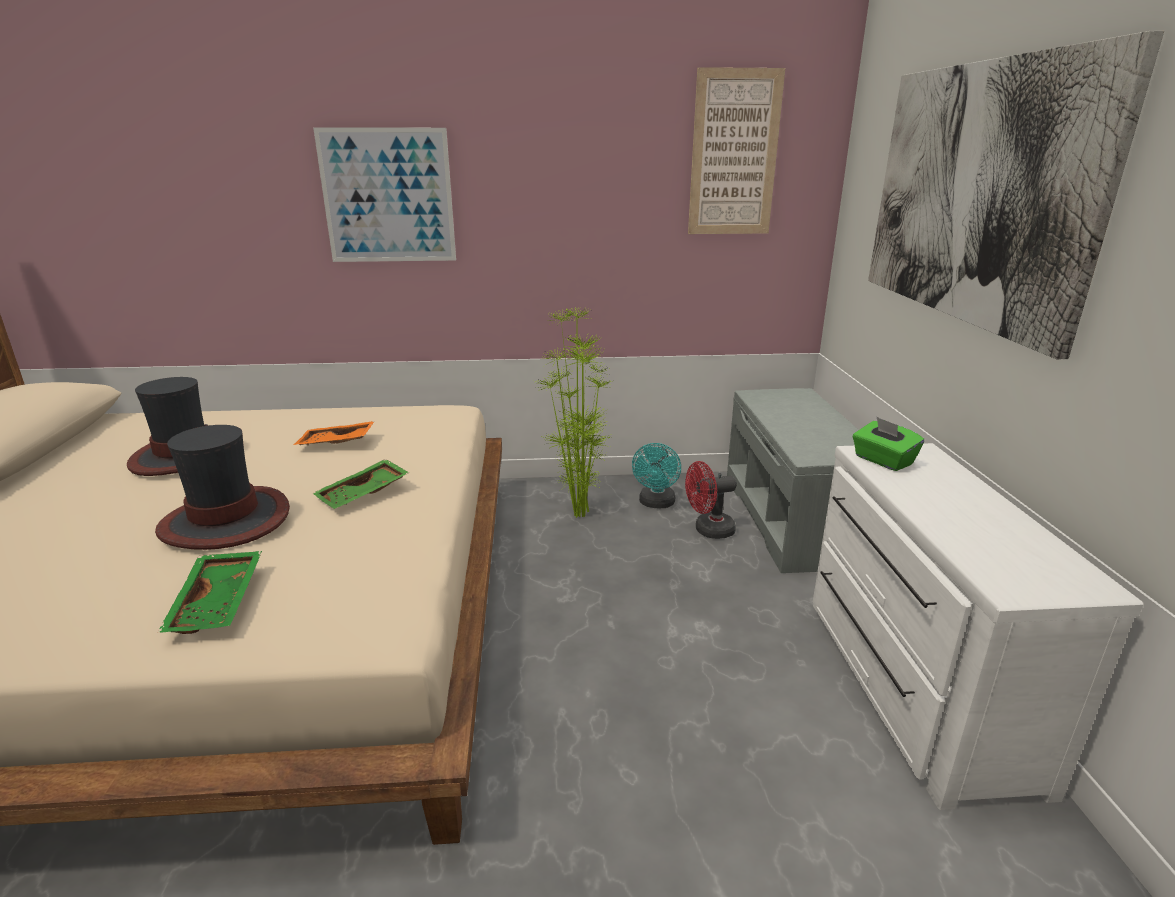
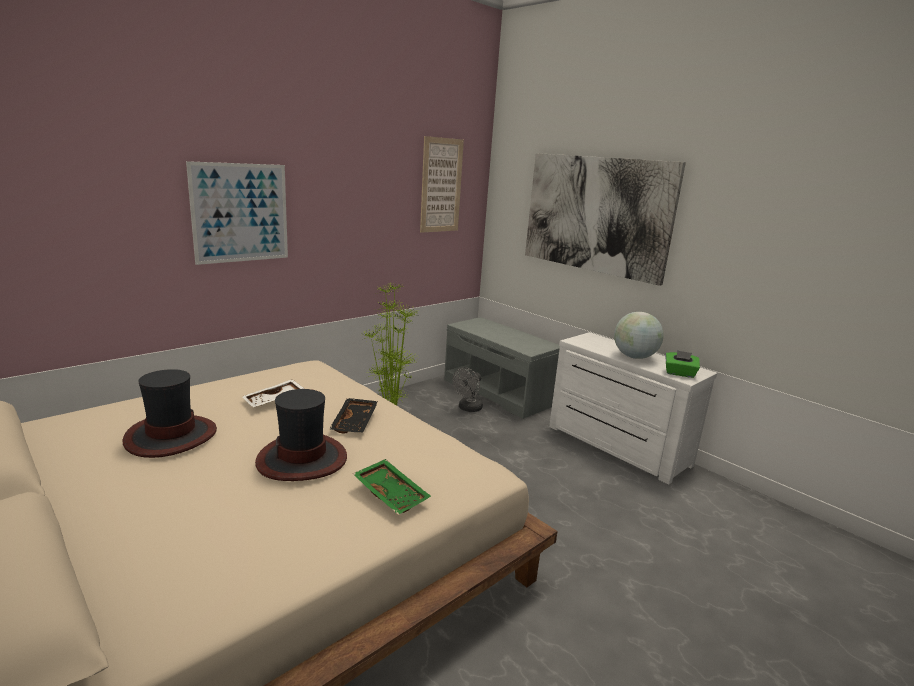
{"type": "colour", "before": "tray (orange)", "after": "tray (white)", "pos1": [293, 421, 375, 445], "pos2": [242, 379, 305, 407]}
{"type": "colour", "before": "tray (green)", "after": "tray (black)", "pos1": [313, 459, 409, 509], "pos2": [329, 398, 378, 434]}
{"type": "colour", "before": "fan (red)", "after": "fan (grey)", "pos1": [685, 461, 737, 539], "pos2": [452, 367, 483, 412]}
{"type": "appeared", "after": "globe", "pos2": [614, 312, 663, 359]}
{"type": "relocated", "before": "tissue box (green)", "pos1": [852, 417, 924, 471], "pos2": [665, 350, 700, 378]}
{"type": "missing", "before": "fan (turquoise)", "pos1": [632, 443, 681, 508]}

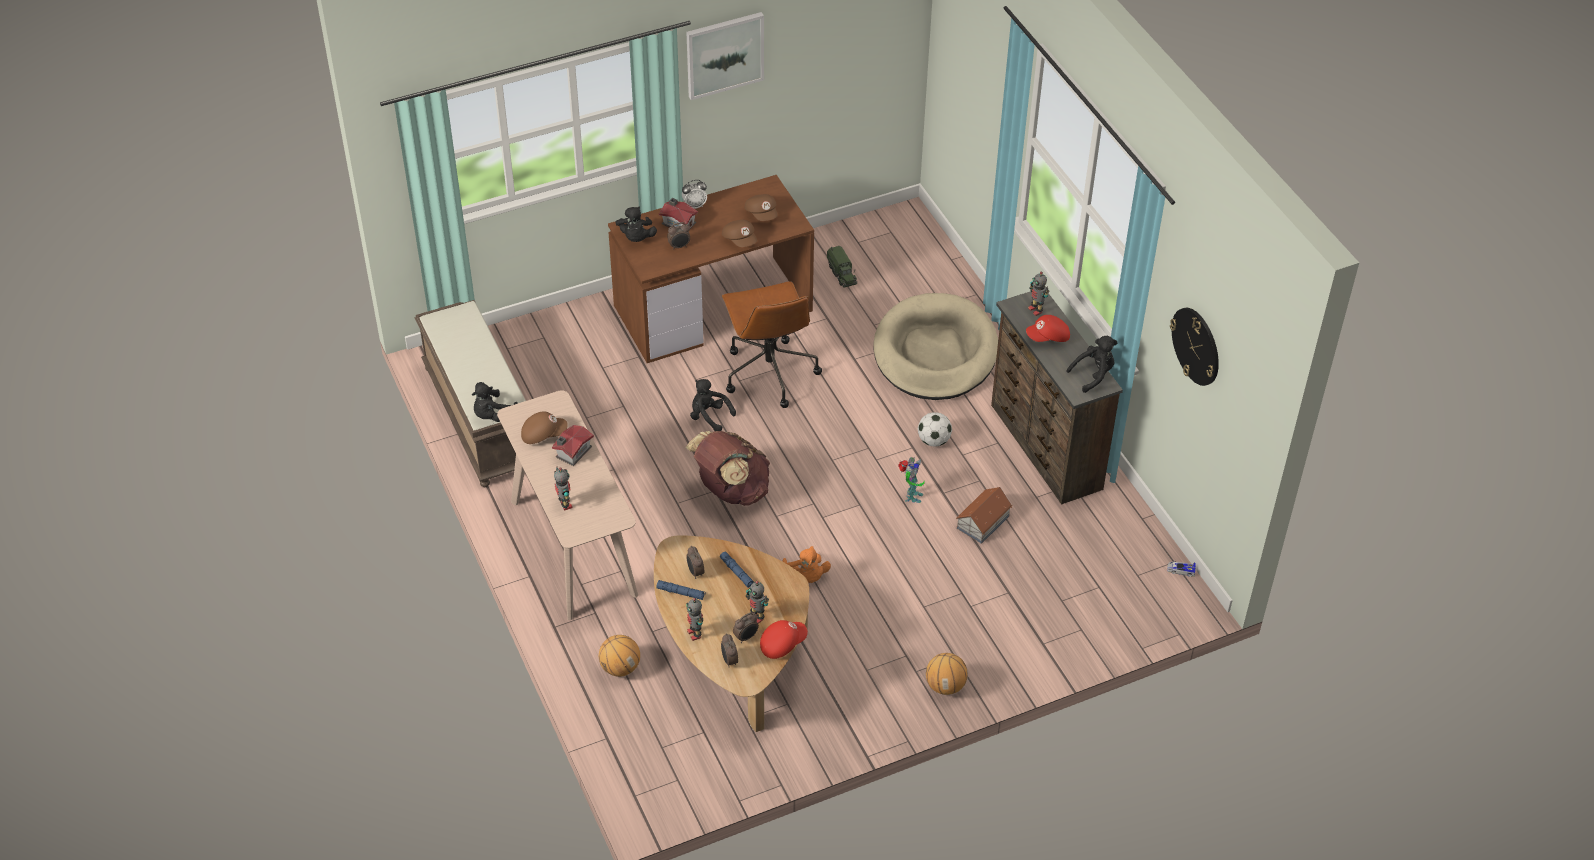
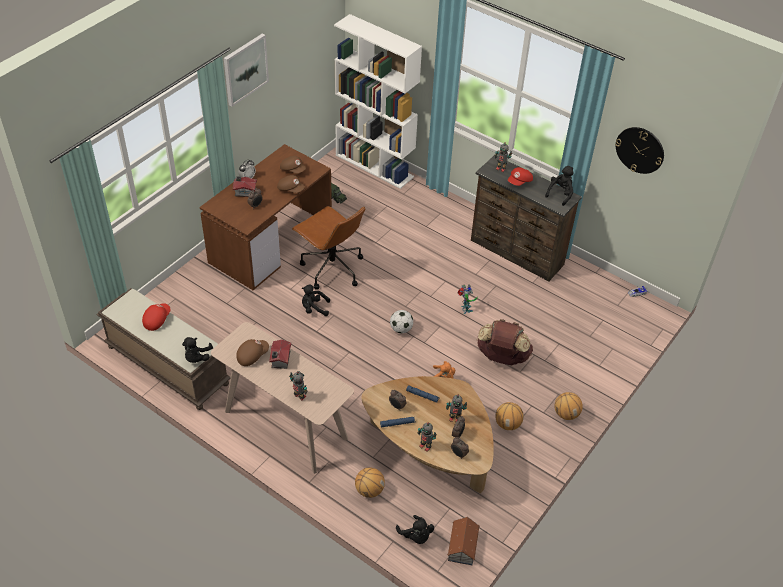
{"type": "relocated", "before": "cap (red)", "pos1": [760, 620, 808, 659], "pos2": [142, 303, 171, 331]}
{"type": "appeared", "after": "bookcase (white)", "pos2": [334, 14, 422, 189]}
{"type": "relocated", "before": "football", "pos1": [917, 412, 952, 446], "pos2": [390, 310, 413, 333]}
{"type": "relocated", "before": "plush toy (black)", "pos1": [615, 207, 657, 242], "pos2": [396, 515, 434, 544]}
{"type": "relocated", "before": "toy house", "pos1": [956, 487, 1012, 544], "pos2": [447, 517, 480, 565]}
{"type": "relocated", "before": "backpack (brown)", "pos1": [686, 431, 770, 506], "pos2": [477, 319, 533, 365]}
{"type": "appeared", "after": "basketball", "pos2": [495, 402, 524, 430]}
{"type": "missing", "before": "dog bed (beige)", "pos1": [874, 293, 998, 400]}

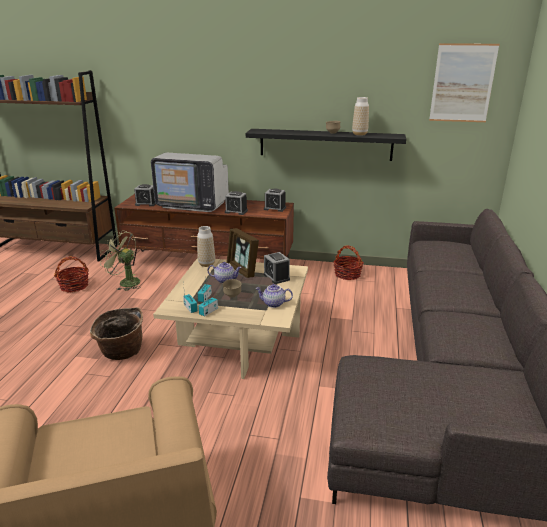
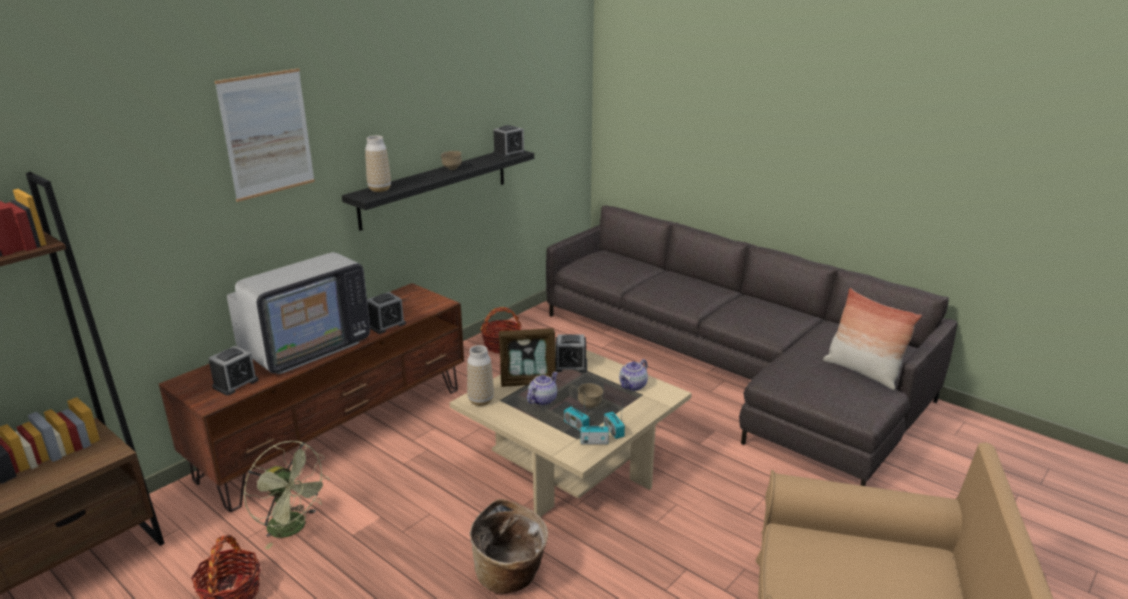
{"type": "relocated", "before": "picture", "pos1": [429, 43, 500, 122], "pos2": [215, 68, 315, 202]}
{"type": "spun", "before": "fan (green)", "pos1": [100, 230, 141, 291], "pos2": [244, 441, 330, 549], "turn": -105}
{"type": "relocated", "before": "vase", "pos1": [352, 97, 369, 136], "pos2": [365, 135, 391, 192]}
{"type": "relocated", "before": "alarm clock", "pos1": [264, 189, 286, 212], "pos2": [493, 125, 525, 158]}
{"type": "appeared", "after": "pillow", "pos2": [823, 288, 922, 390]}

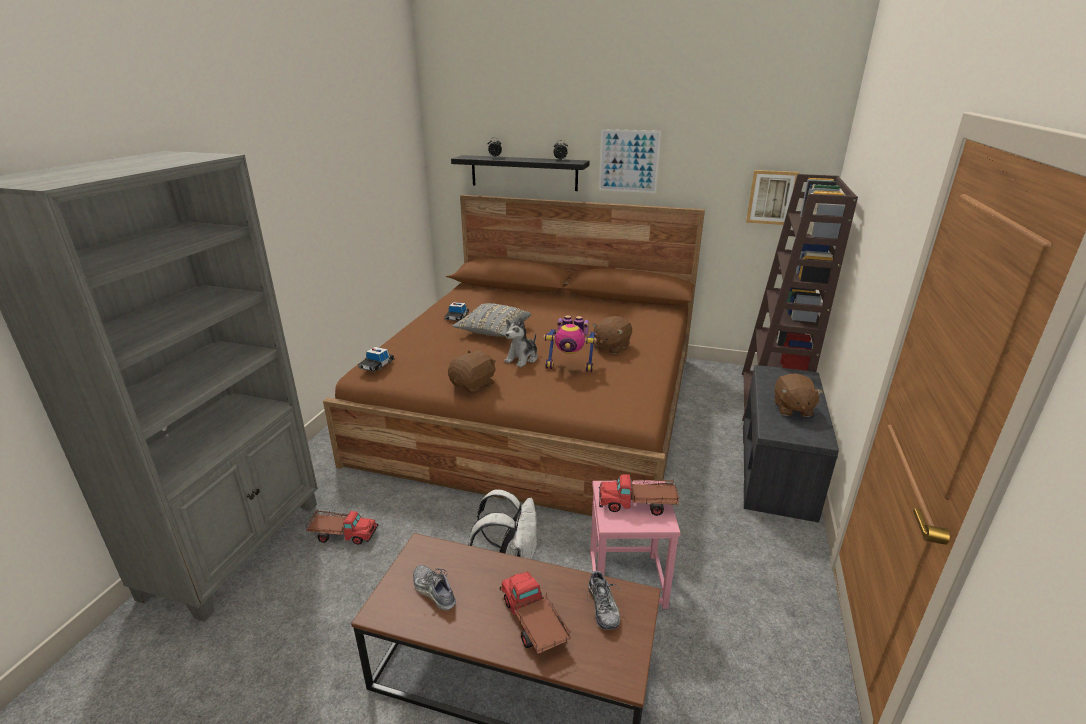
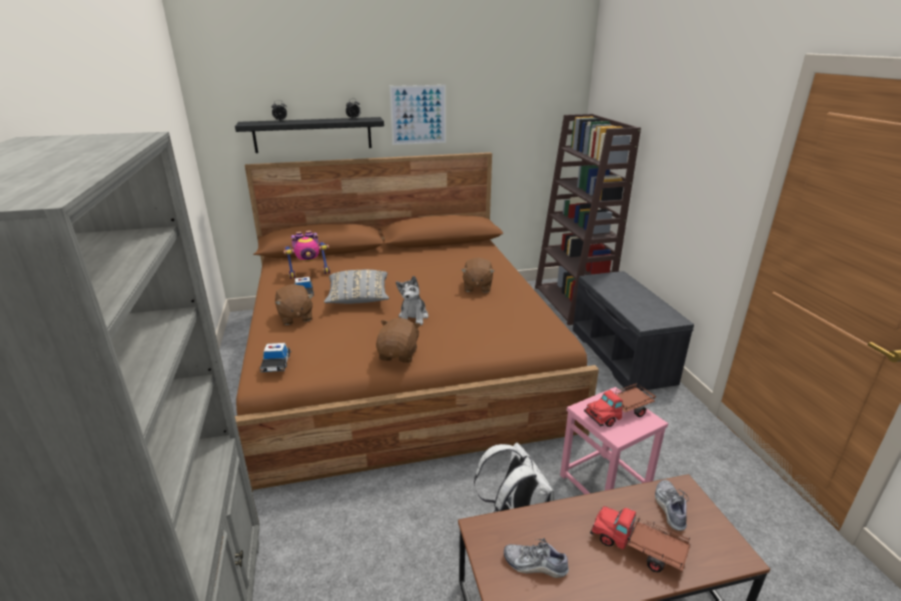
{"type": "relocated", "before": "plush toy (brown)", "pos1": [775, 373, 823, 417], "pos2": [275, 284, 314, 325]}
{"type": "relocated", "before": "toy robot", "pos1": [543, 315, 597, 372], "pos2": [284, 230, 330, 279]}
{"type": "spun", "before": "shoe", "pos1": [587, 571, 621, 630], "pos2": [655, 480, 689, 531], "turn": -135}
{"type": "missing", "before": "toy truck", "pos1": [306, 509, 378, 545]}
{"type": "missing", "before": "picture", "pos1": [746, 170, 800, 225]}

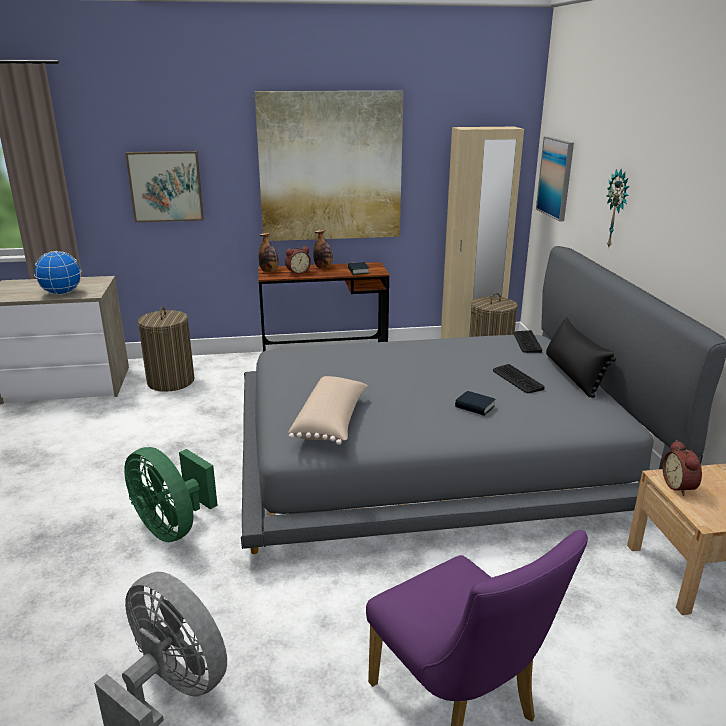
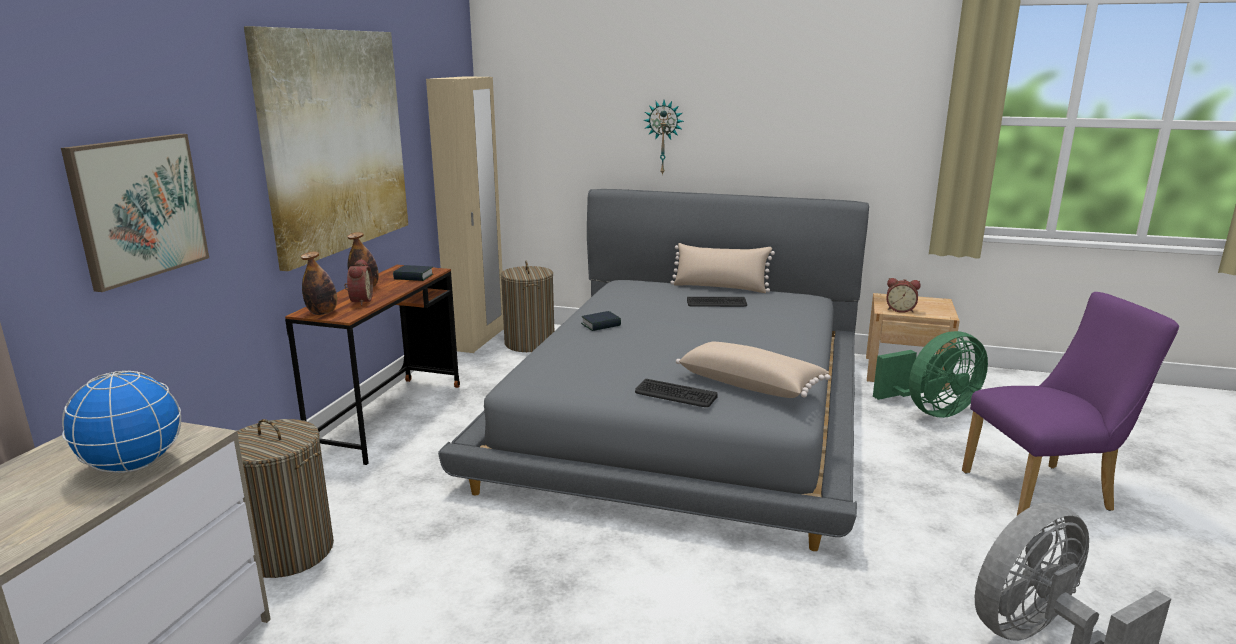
{"type": "relocated", "before": "book", "pos1": [455, 391, 495, 416], "pos2": [581, 311, 621, 331]}
{"type": "relocated", "before": "keyboard", "pos1": [513, 330, 542, 353], "pos2": [635, 379, 718, 407]}
{"type": "colour", "before": "pillow (black)", "after": "pillow (beige)", "pos1": [546, 318, 616, 398], "pos2": [670, 243, 775, 293]}
{"type": "relocated", "before": "fan (green)", "pos1": [124, 447, 218, 542], "pos2": [873, 331, 988, 418]}
{"type": "missing", "before": "picture", "pos1": [536, 136, 574, 221]}

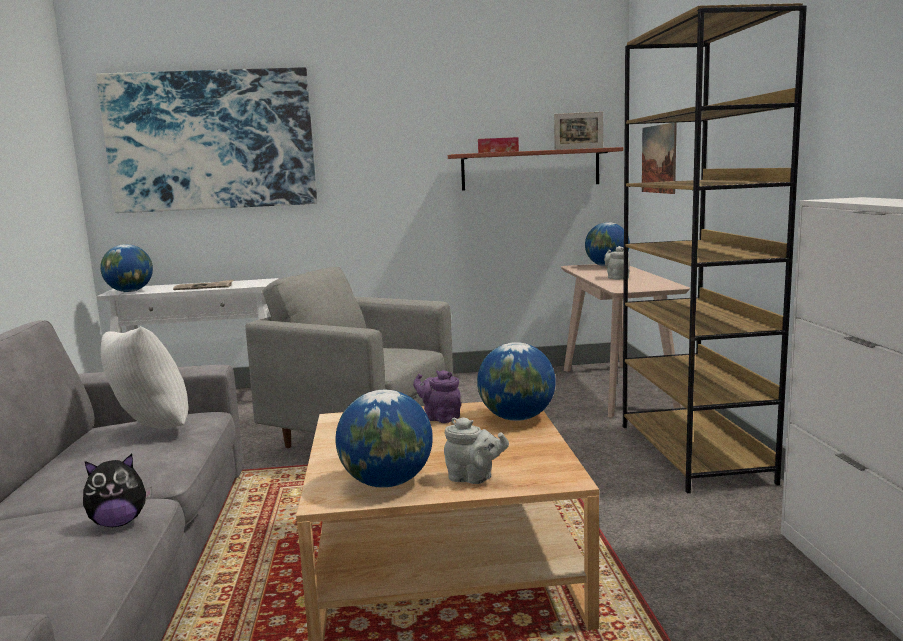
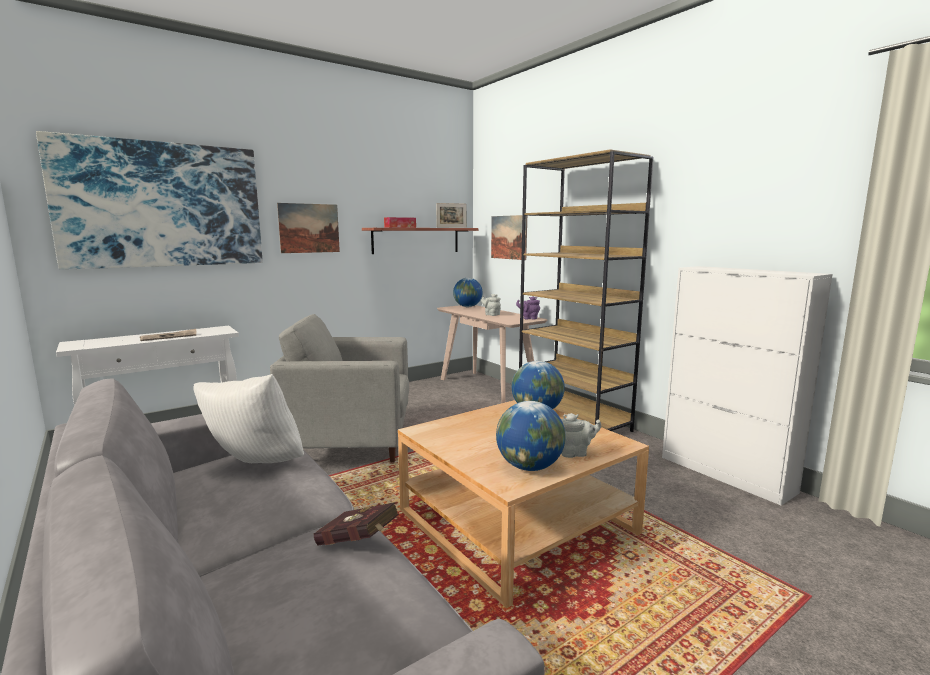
{"type": "appeared", "after": "picture", "pos2": [277, 203, 340, 253]}
{"type": "exchanged", "before": "plush toy", "after": "book (red)", "pos1": [83, 454, 152, 527], "pos2": [314, 502, 399, 546]}
{"type": "relocated", "before": "teapot (purple)", "pos1": [413, 370, 461, 423], "pos2": [516, 297, 540, 319]}
{"type": "missing", "before": "globe", "pos1": [100, 244, 153, 292]}

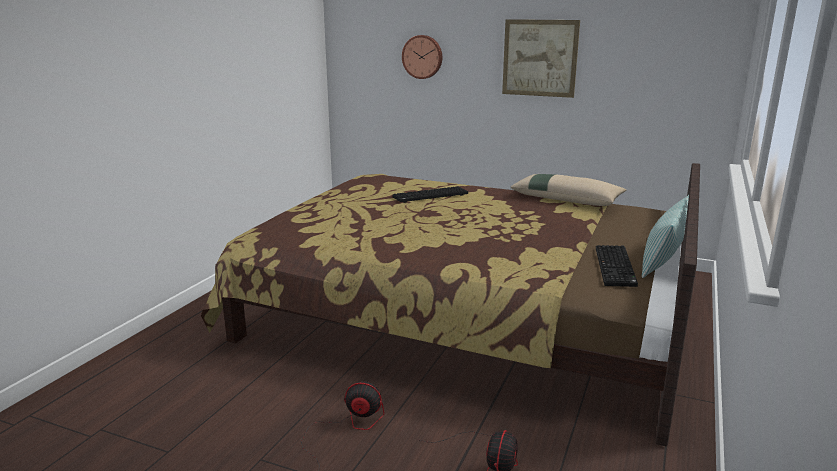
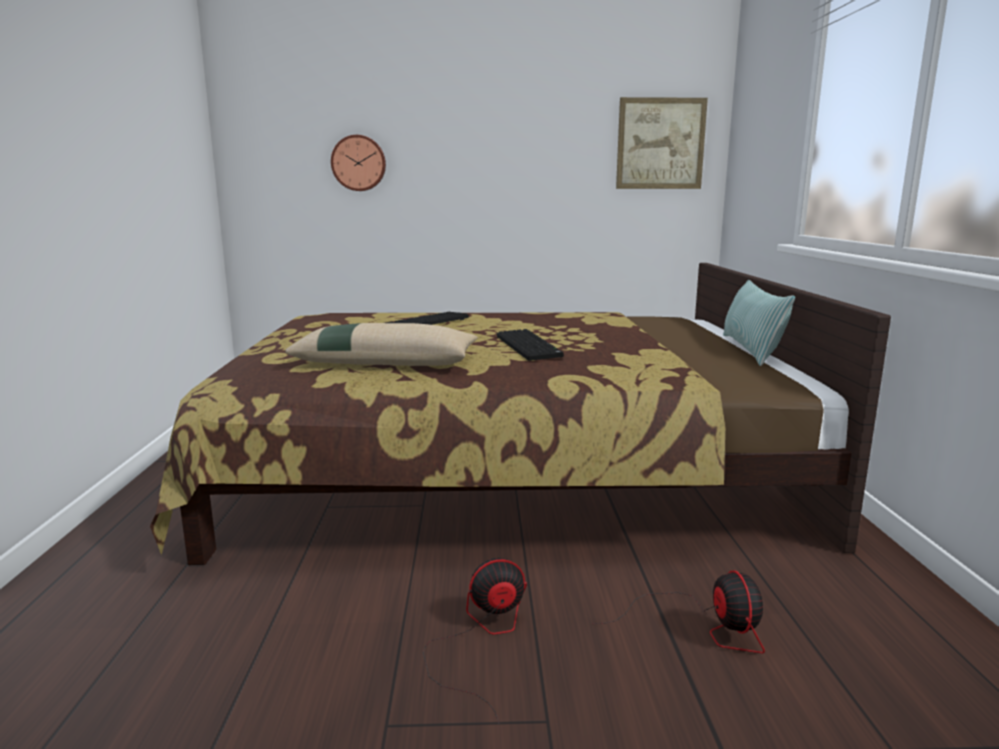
{"type": "relocated", "before": "pillow (beige)", "pos1": [511, 174, 626, 206], "pos2": [285, 323, 478, 366]}
{"type": "relocated", "before": "keyboard", "pos1": [596, 245, 638, 287], "pos2": [497, 329, 564, 361]}
{"type": "relocated", "before": "picture", "pos1": [502, 19, 580, 98], "pos2": [616, 97, 708, 189]}

